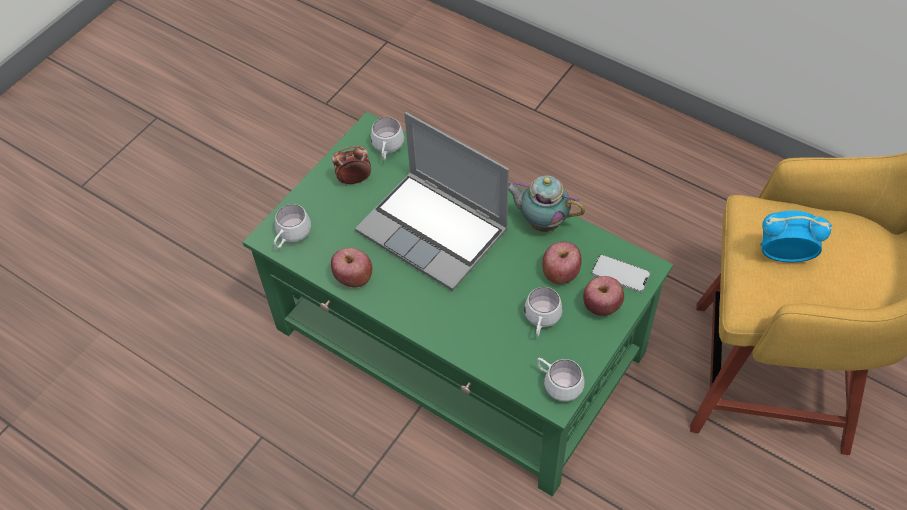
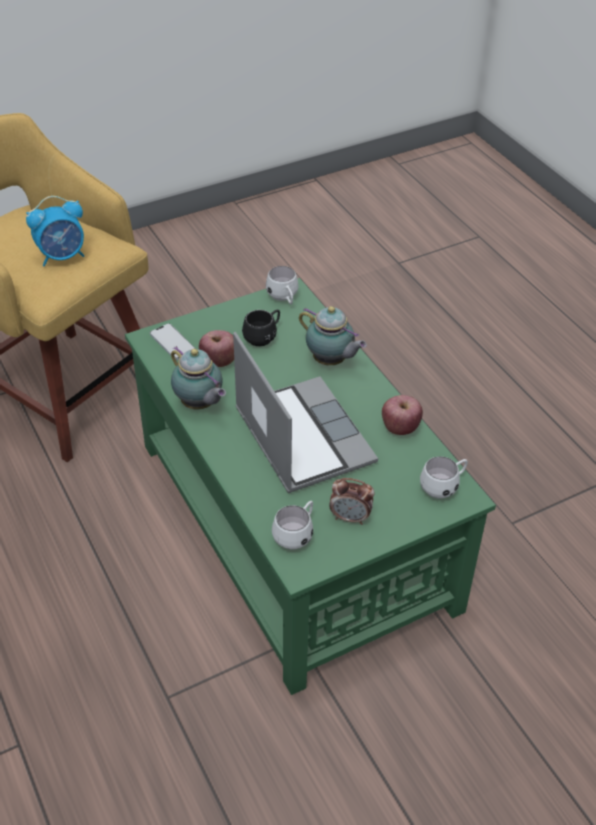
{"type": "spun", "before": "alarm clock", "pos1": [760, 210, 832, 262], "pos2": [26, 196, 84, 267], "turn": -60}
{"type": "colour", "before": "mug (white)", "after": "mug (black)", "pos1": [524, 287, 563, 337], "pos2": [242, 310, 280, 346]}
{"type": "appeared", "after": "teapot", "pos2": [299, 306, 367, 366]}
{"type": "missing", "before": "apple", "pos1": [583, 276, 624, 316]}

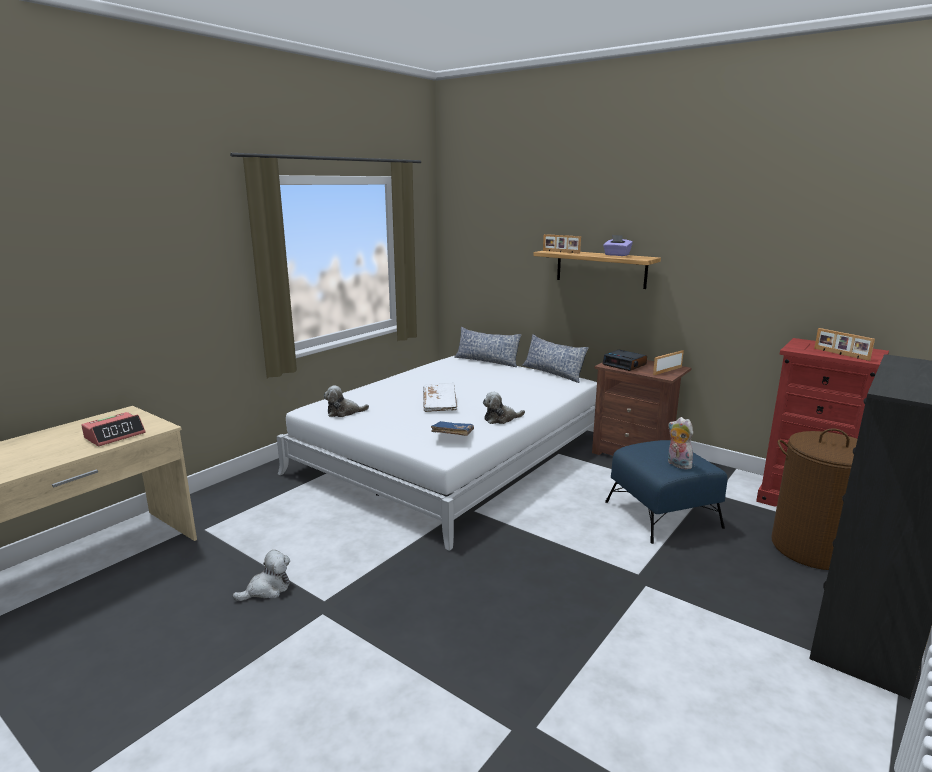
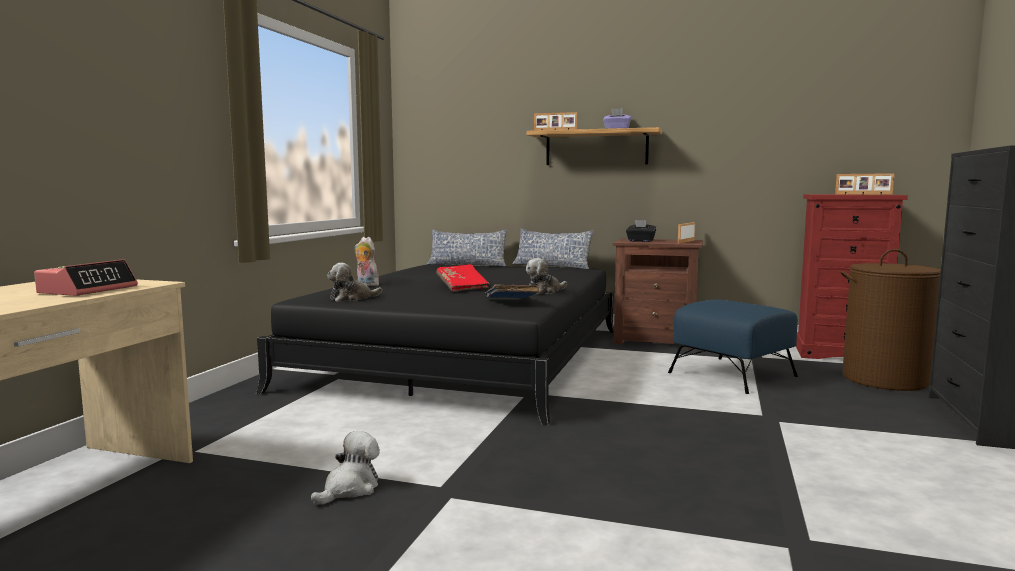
{"type": "colour", "before": "bed (white)", "after": "bed (black)", "pos1": [277, 356, 597, 551], "pos2": [256, 265, 614, 426]}
{"type": "relocated", "before": "plush toy", "pos1": [668, 417, 693, 469], "pos2": [355, 237, 379, 286]}
{"type": "colour", "before": "book (white)", "after": "book (red)", "pos1": [423, 383, 457, 412], "pos2": [436, 264, 490, 292]}
{"type": "exchanged", "before": "alarm clock", "after": "tissue box (black)", "pos1": [602, 350, 647, 371], "pos2": [626, 220, 656, 242]}

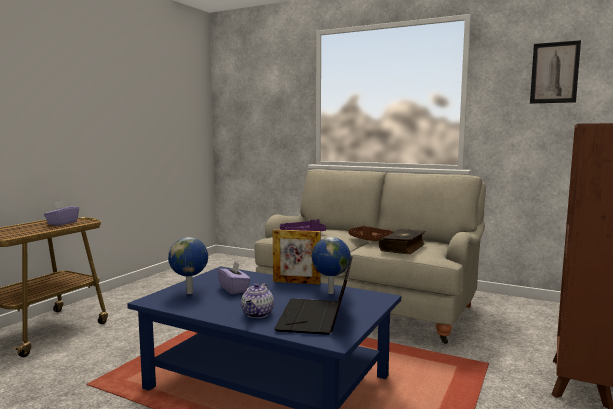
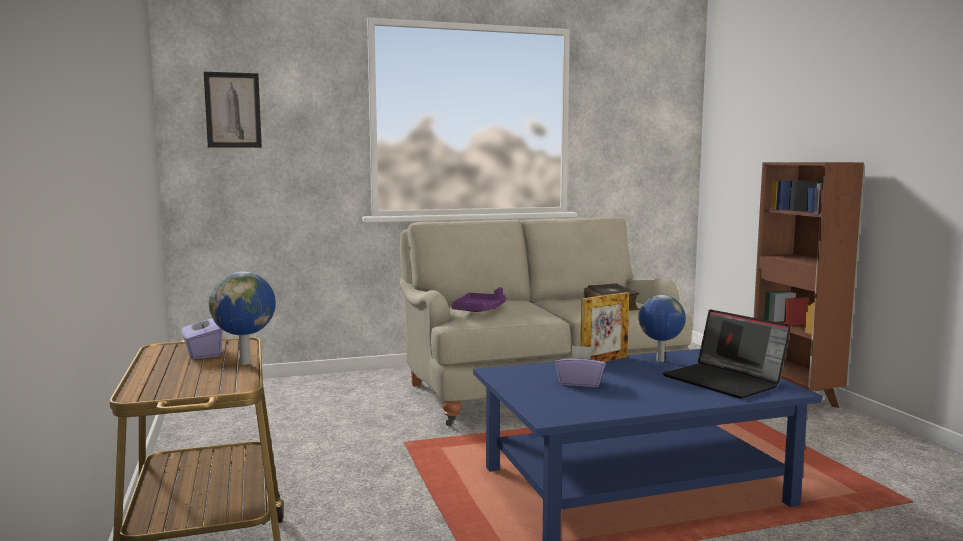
{"type": "relocated", "before": "picture", "pos1": [530, 40, 581, 104], "pos2": [204, 72, 262, 148]}
{"type": "relocated", "before": "globe", "pos1": [168, 237, 208, 294], "pos2": [209, 271, 276, 365]}
{"type": "missing", "before": "teapot", "pos1": [241, 283, 274, 318]}
{"type": "missing", "before": "tray (brown)", "pos1": [349, 226, 394, 241]}

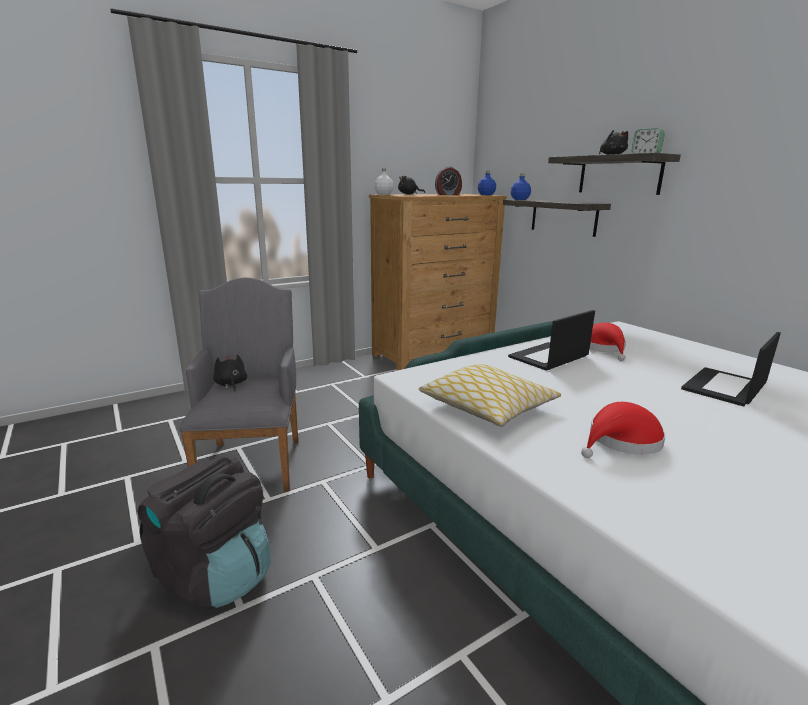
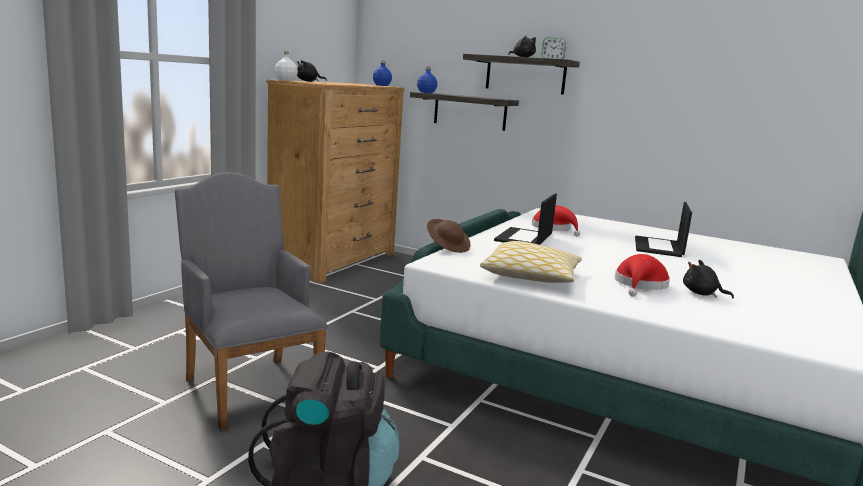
{"type": "appeared", "after": "hat (brown)", "pos2": [427, 219, 471, 253]}
{"type": "relocated", "before": "plush toy (black)", "pos1": [213, 355, 247, 392], "pos2": [683, 260, 734, 298]}
{"type": "missing", "before": "alarm clock", "pos1": [435, 167, 462, 195]}

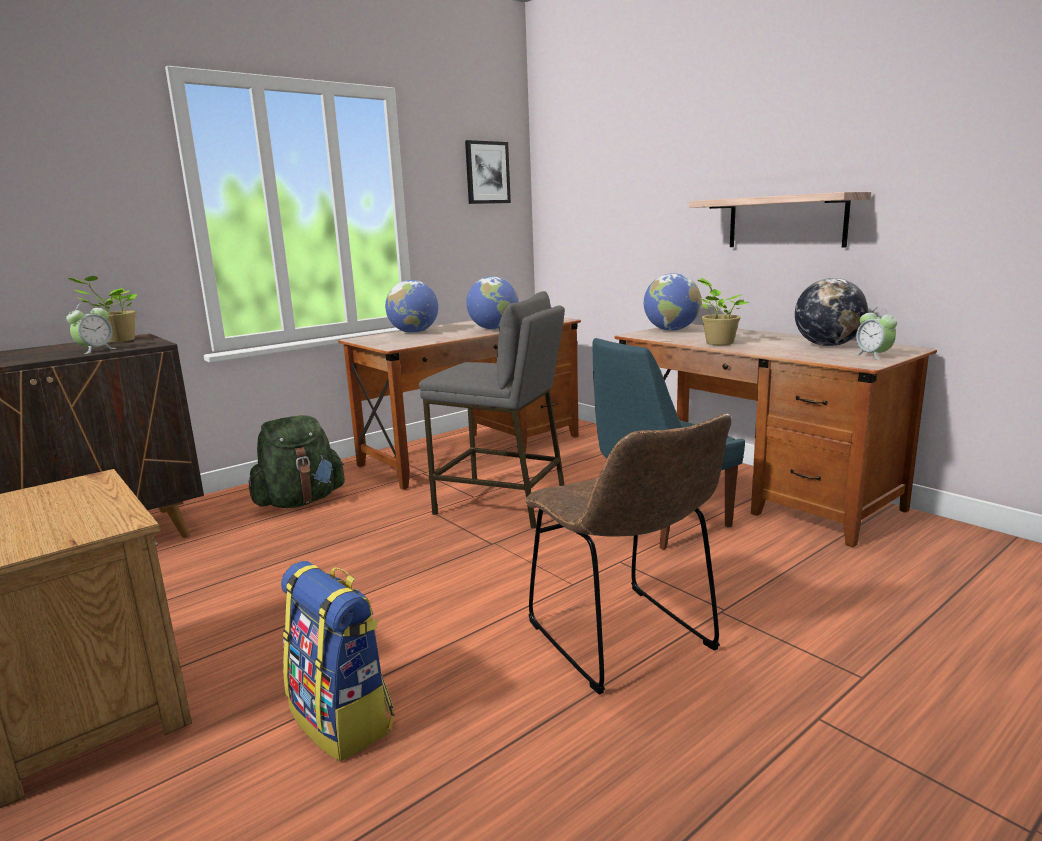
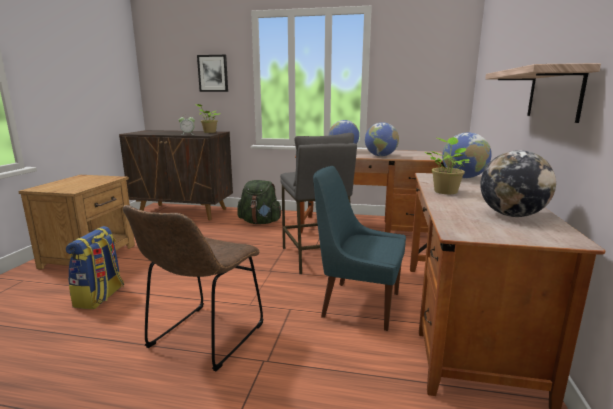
{"type": "relocated", "before": "picture", "pos1": [465, 140, 511, 204], "pos2": [197, 55, 228, 92]}
{"type": "missing", "before": "alarm clock", "pos1": [854, 307, 897, 360]}

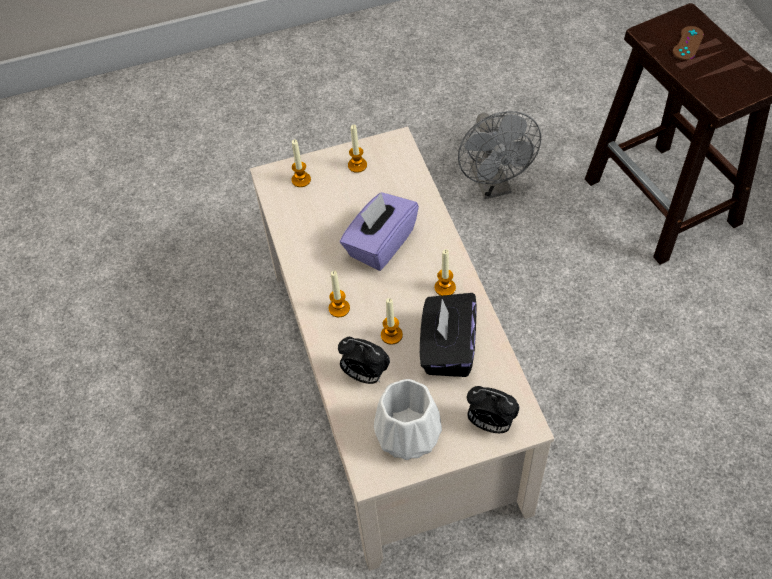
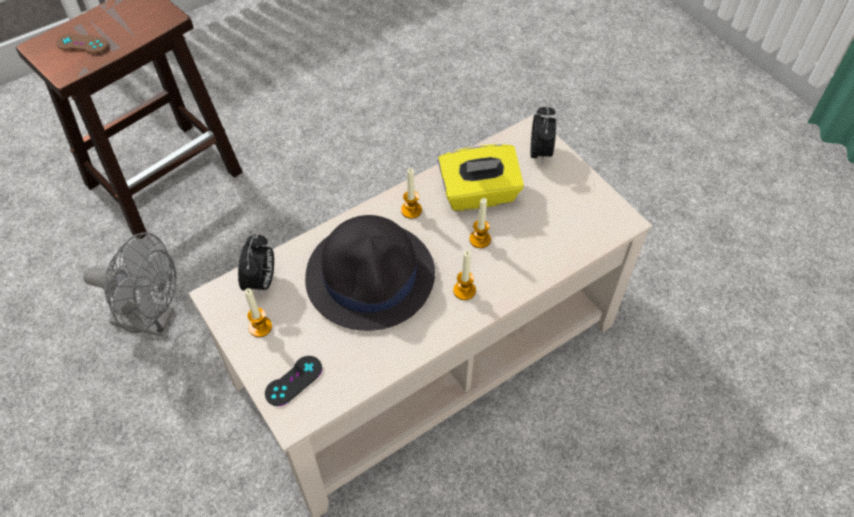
{"type": "spun", "before": "fan (grey)", "pos1": [458, 111, 541, 199], "pos2": [83, 233, 176, 336], "turn": 45}
{"type": "relocated", "before": "alarm clock", "pos1": [338, 337, 390, 384], "pos2": [238, 235, 274, 296]}
{"type": "exchanged", "before": "candle", "after": "game controller (black)", "pos1": [292, 139, 311, 187], "pos2": [265, 356, 322, 406]}
{"type": "exchanged", "before": "tissue box (purple)", "after": "hat (black)", "pos1": [340, 192, 419, 271], "pos2": [305, 215, 435, 331]}
{"type": "colour", "before": "tissue box (black)", "after": "tissue box (yellow)", "pos1": [420, 293, 477, 377], "pos2": [438, 144, 524, 211]}
{"type": "missing", "before": "vase (white)", "pos1": [374, 379, 442, 460]}

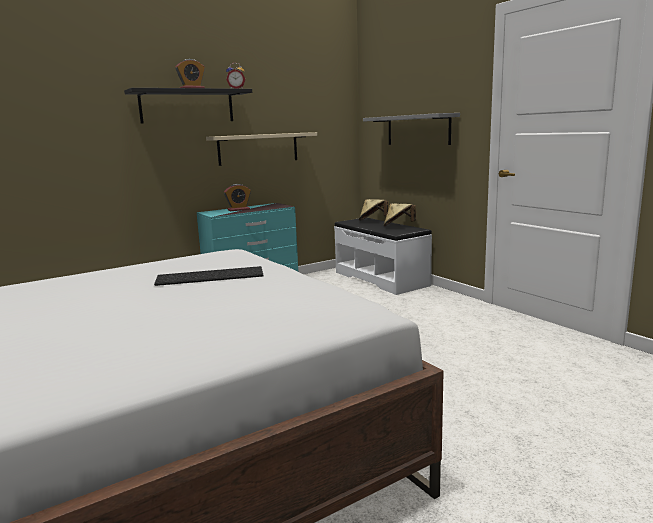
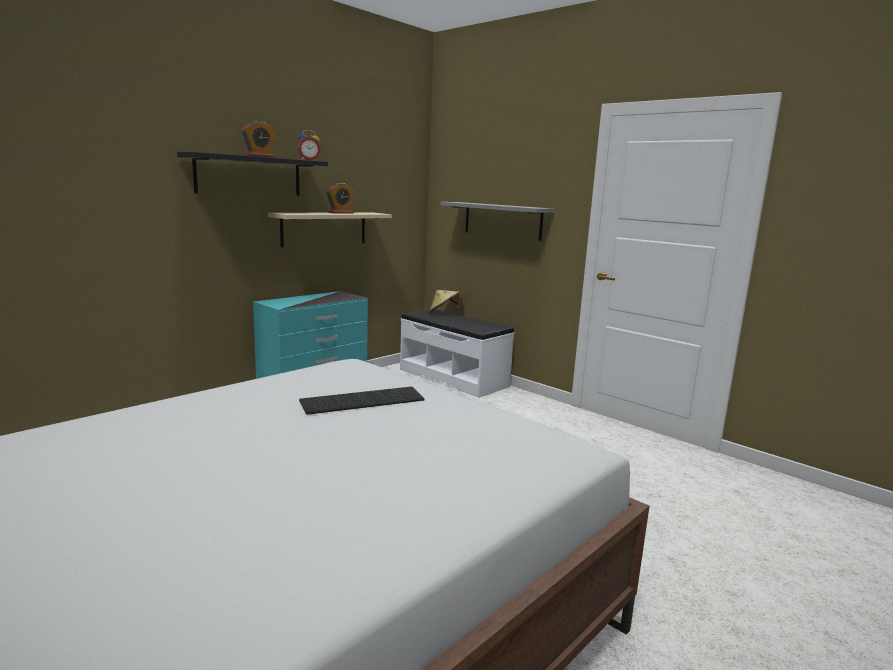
{"type": "relocated", "before": "alarm clock", "pos1": [224, 184, 251, 211], "pos2": [326, 183, 355, 214]}
{"type": "missing", "before": "hat (beige)", "pos1": [384, 204, 416, 226]}

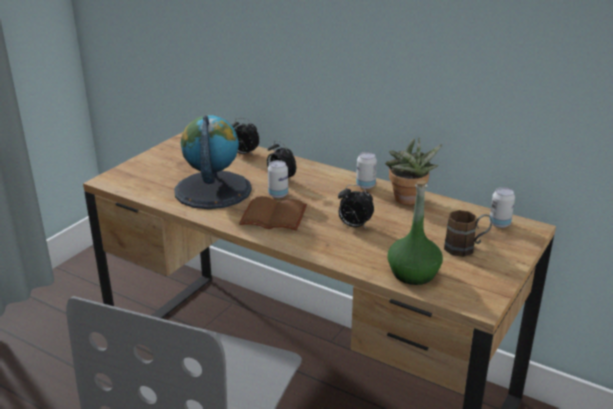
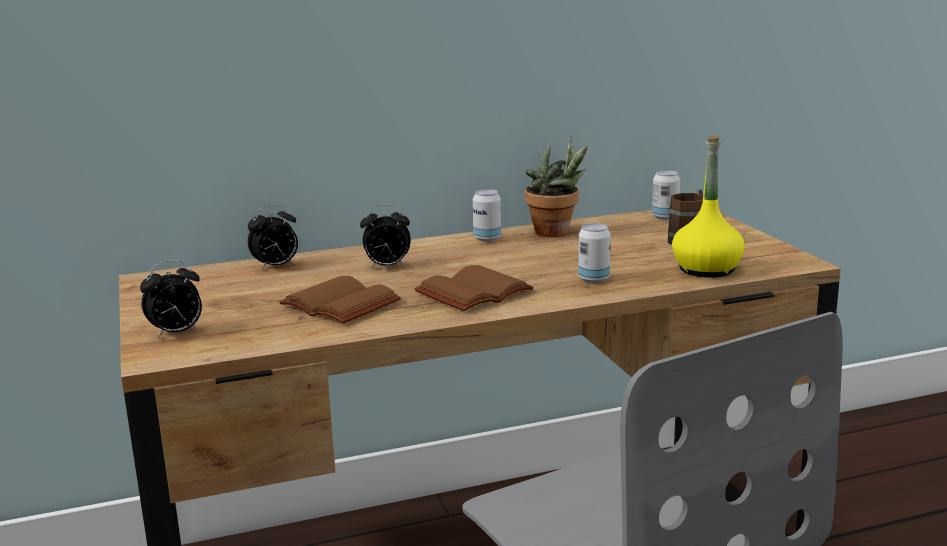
{"type": "relocated", "before": "alarm clock", "pos1": [338, 185, 374, 229], "pos2": [140, 260, 202, 339]}
{"type": "exchanged", "before": "globe", "after": "book (brown)", "pos1": [174, 115, 252, 209], "pos2": [279, 276, 401, 324]}
{"type": "relocated", "before": "can", "pos1": [268, 160, 288, 198], "pos2": [578, 223, 611, 283]}
{"type": "colour", "before": "bottle (green)", "after": "bottle (yellow)", "pos1": [387, 180, 443, 285], "pos2": [672, 135, 745, 278]}

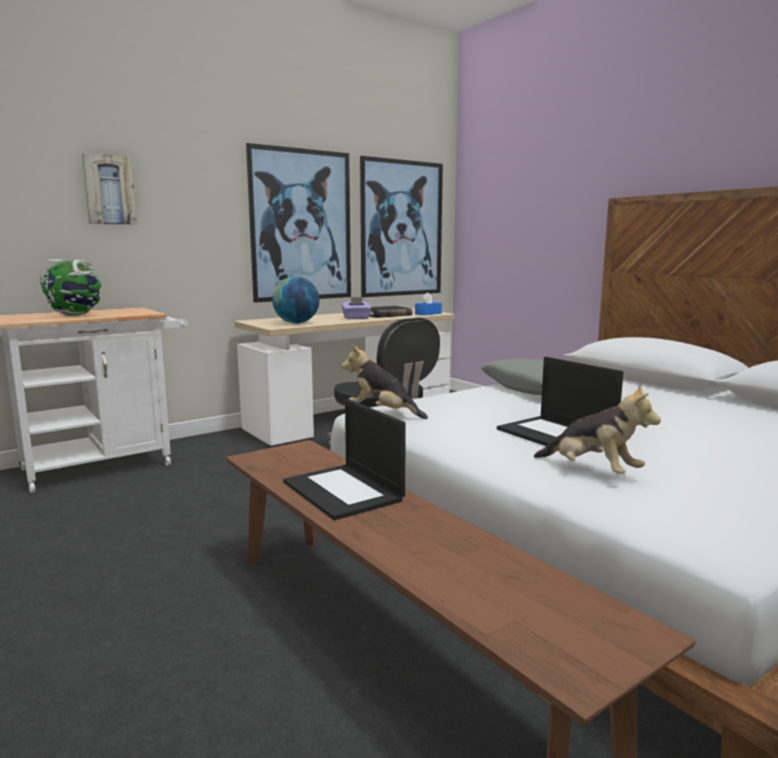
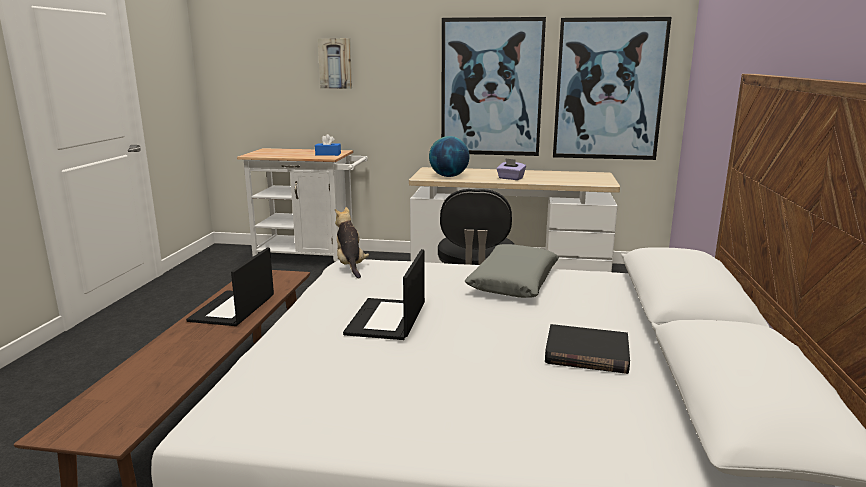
{"type": "relocated", "before": "tissue box (blue)", "pos1": [415, 292, 442, 315], "pos2": [315, 134, 341, 156]}
{"type": "relocated", "before": "book (black)", "pos1": [369, 306, 413, 318], "pos2": [545, 324, 630, 374]}
{"type": "missing", "before": "globe", "pos1": [40, 259, 101, 316]}
{"type": "missing", "before": "plush toy", "pos1": [534, 384, 661, 474]}

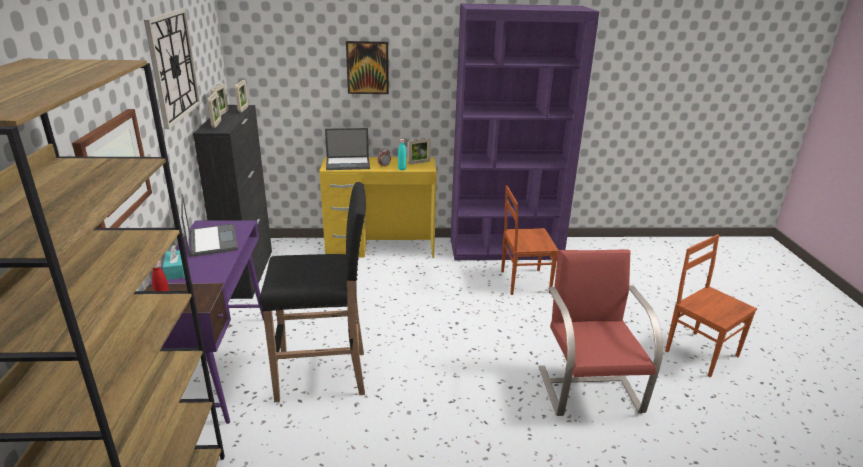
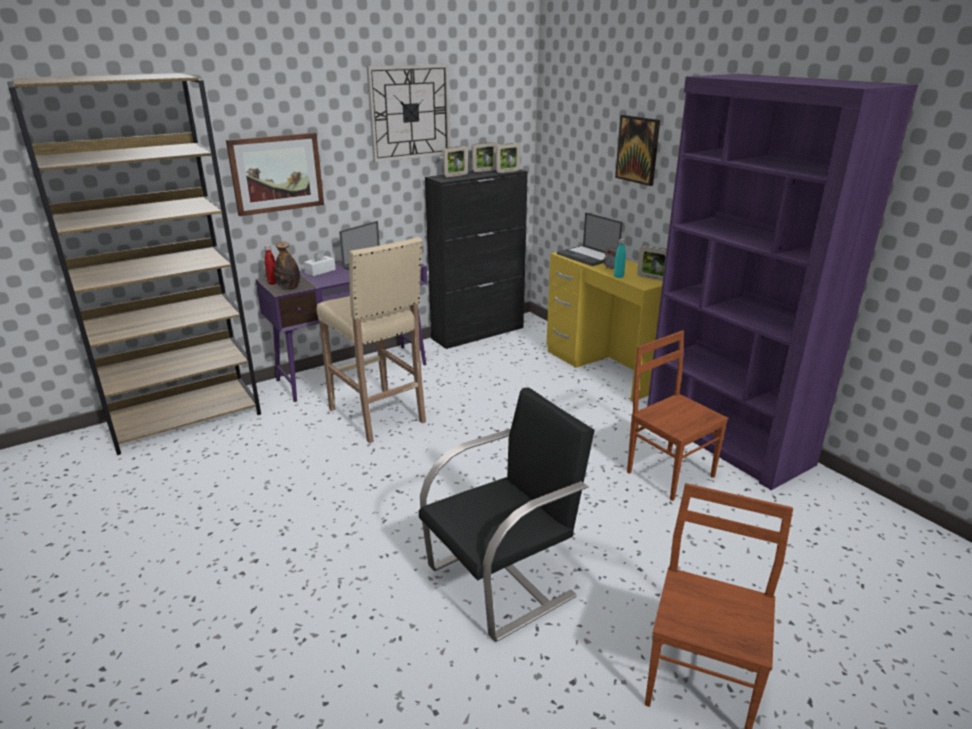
{"type": "appeared", "after": "bottle", "pos2": [274, 242, 300, 290]}
{"type": "colour", "before": "tissue box (turquoise)", "after": "tissue box (white)", "pos1": [163, 245, 185, 280], "pos2": [304, 249, 336, 276]}
{"type": "colour", "before": "stool (black)", "after": "stool (beige)", "pos1": [259, 182, 366, 402], "pos2": [317, 237, 426, 443]}
{"type": "colour", "before": "chair (red)", "after": "chair (black)", "pos1": [538, 249, 663, 416], "pos2": [419, 387, 595, 642]}

